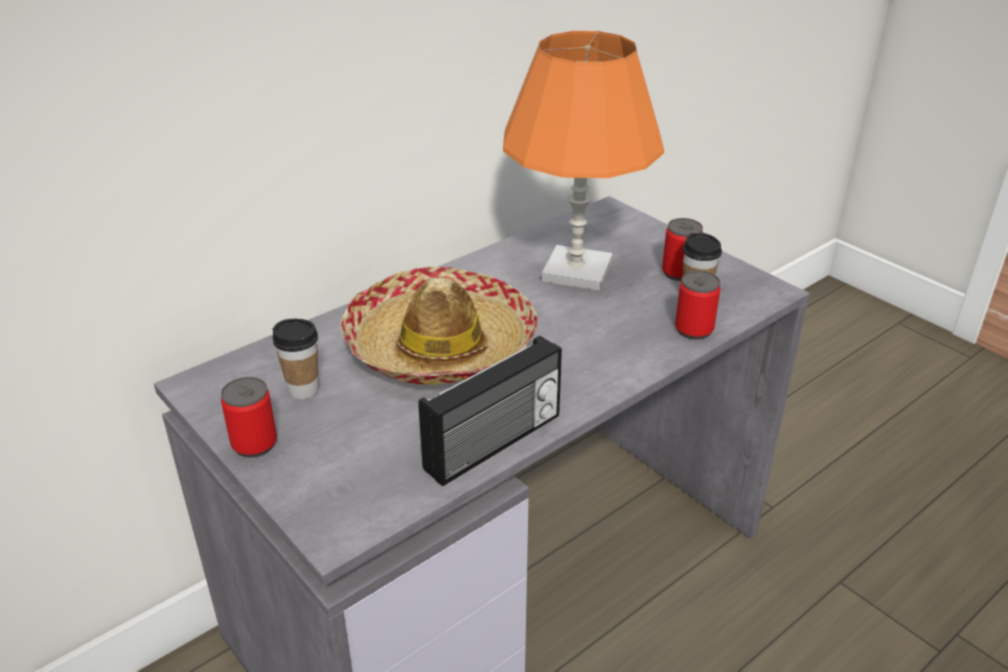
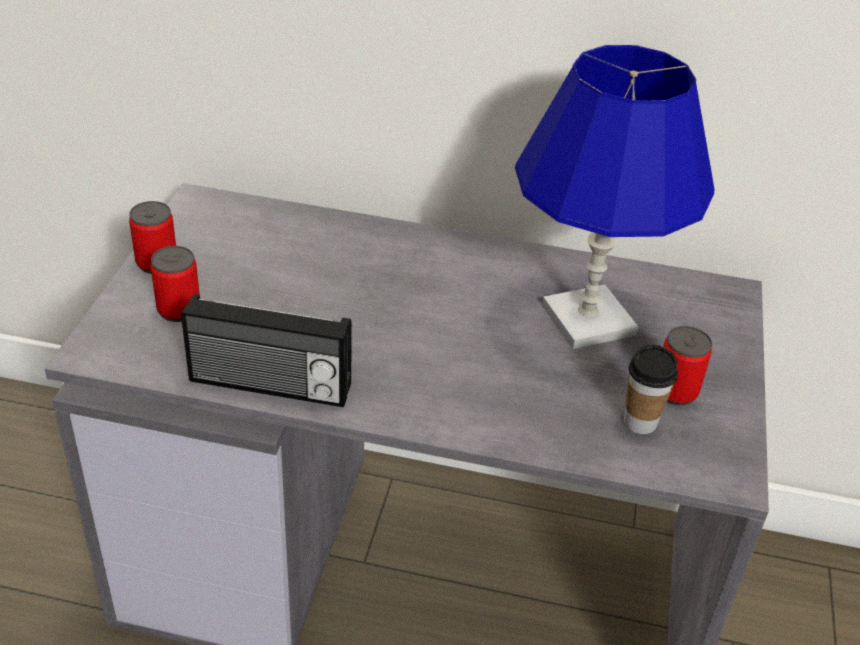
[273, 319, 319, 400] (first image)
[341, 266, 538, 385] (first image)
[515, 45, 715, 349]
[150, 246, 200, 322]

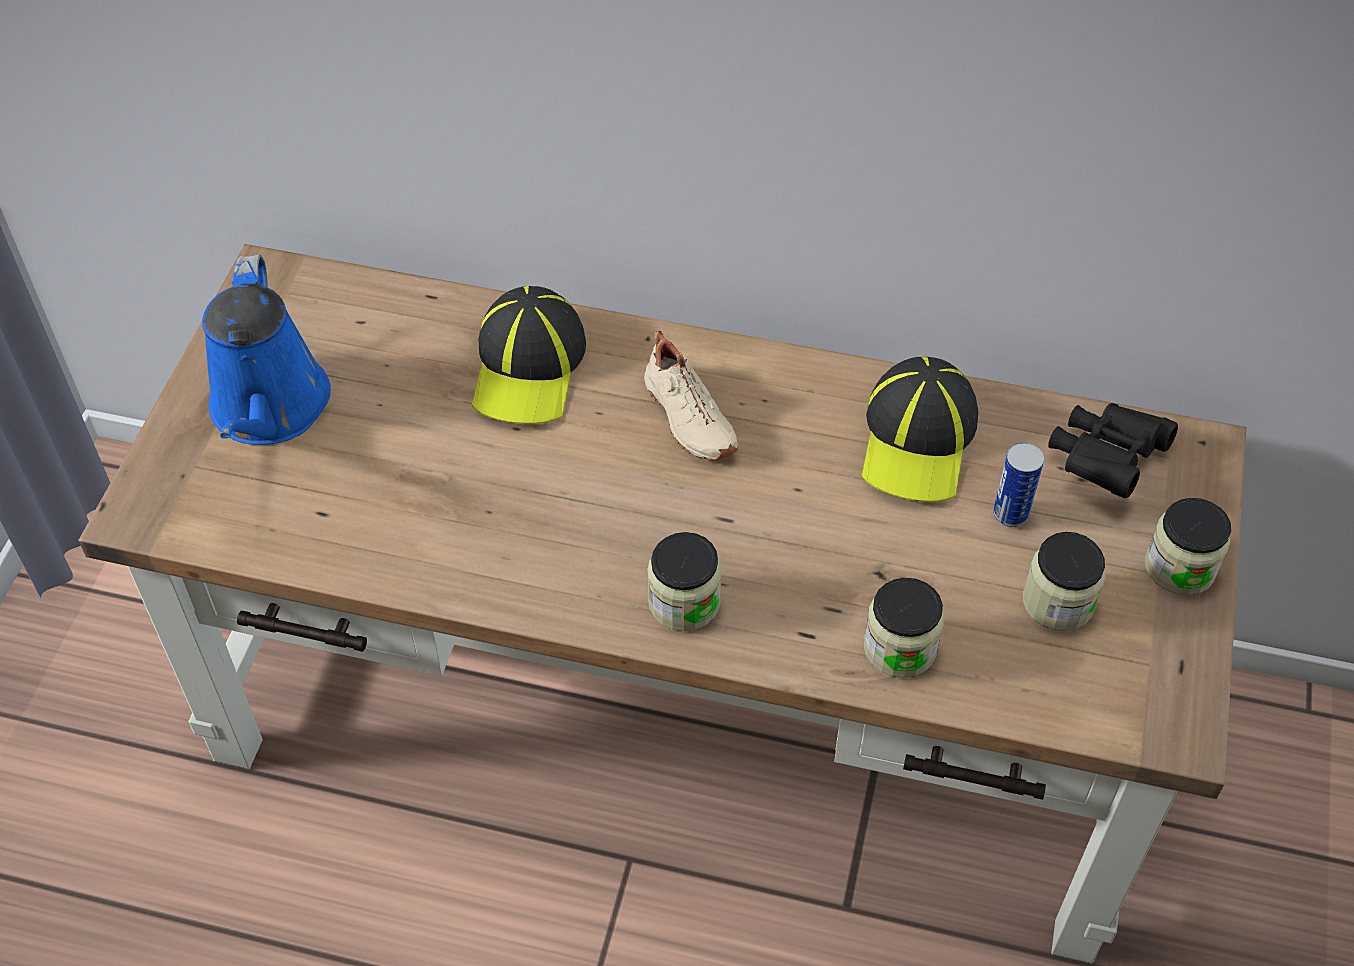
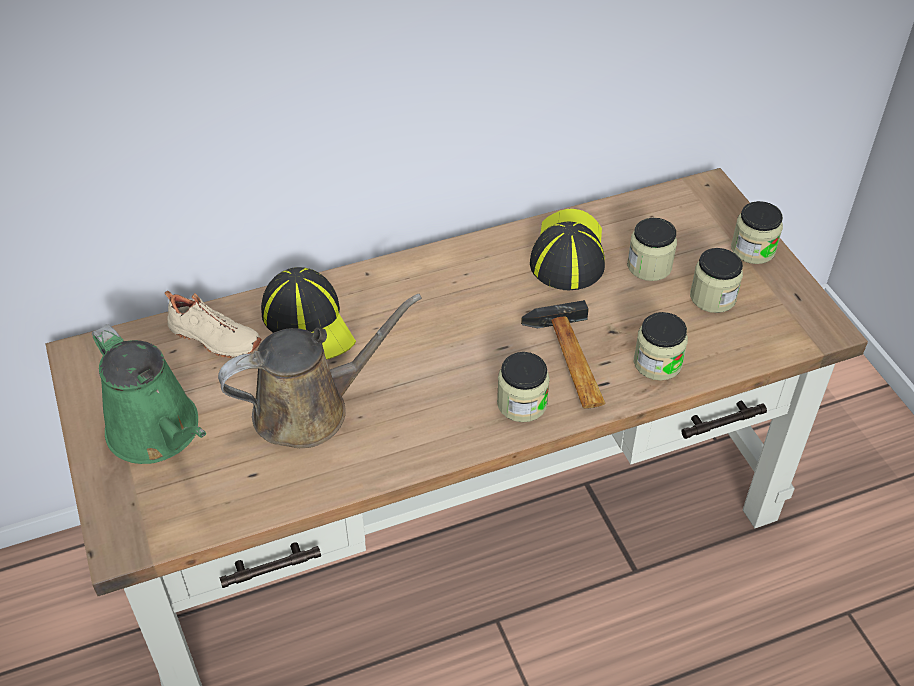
[92, 324, 206, 464]
[165, 291, 262, 358]
[530, 209, 605, 291]
[627, 218, 677, 281]
[1048, 403, 1178, 498] (first image)
[218, 294, 422, 448]
[521, 300, 606, 409]

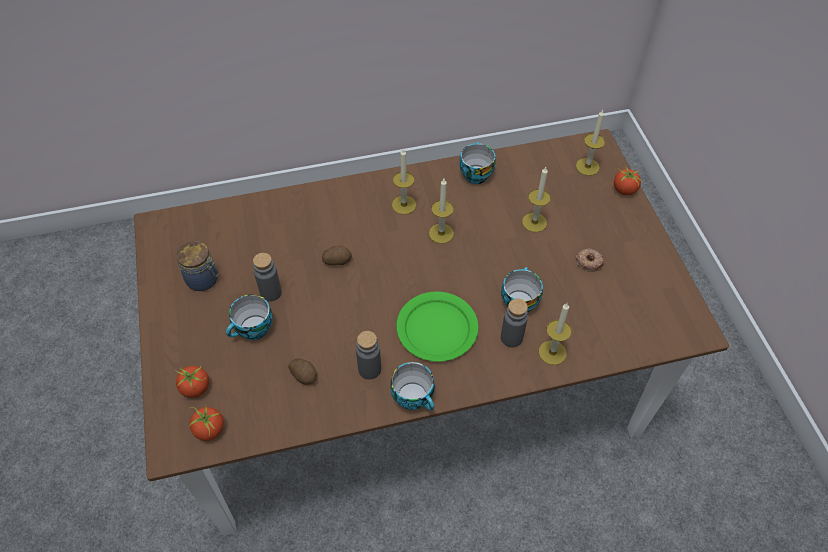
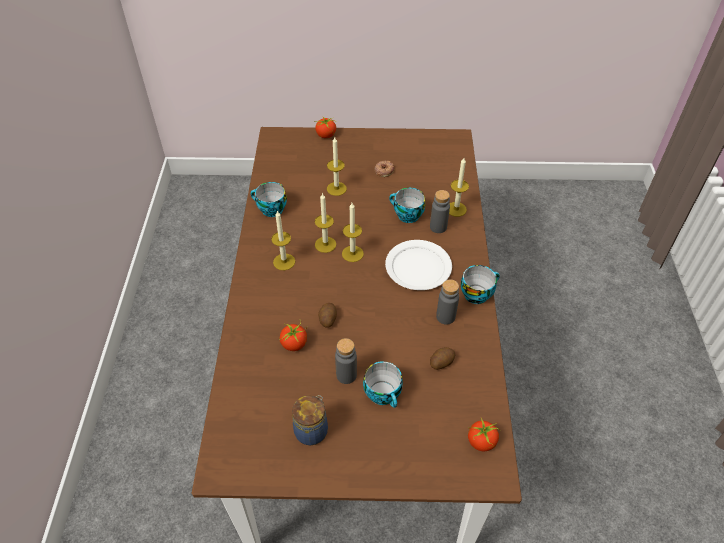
[279, 319, 308, 351]
[385, 240, 452, 290]
[342, 203, 364, 262]

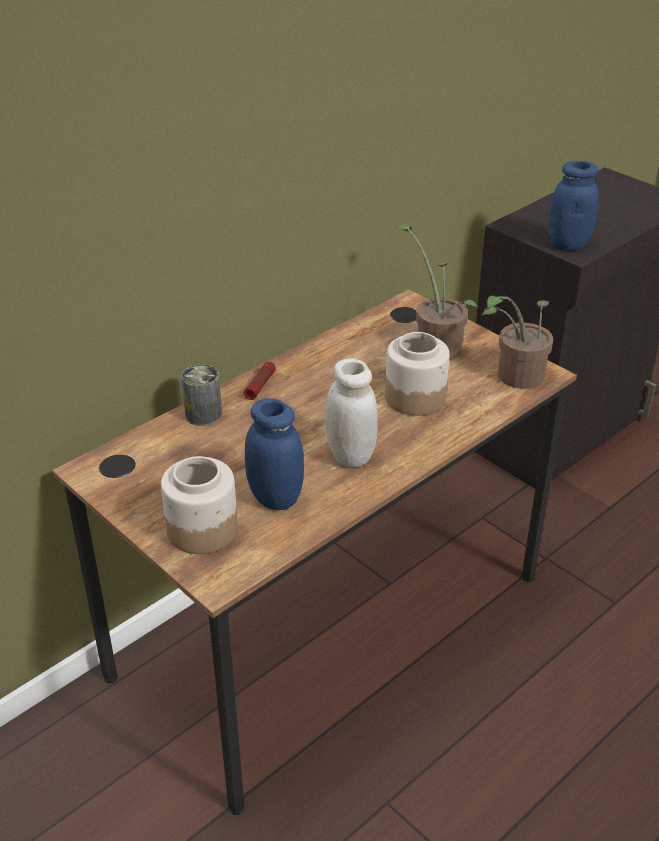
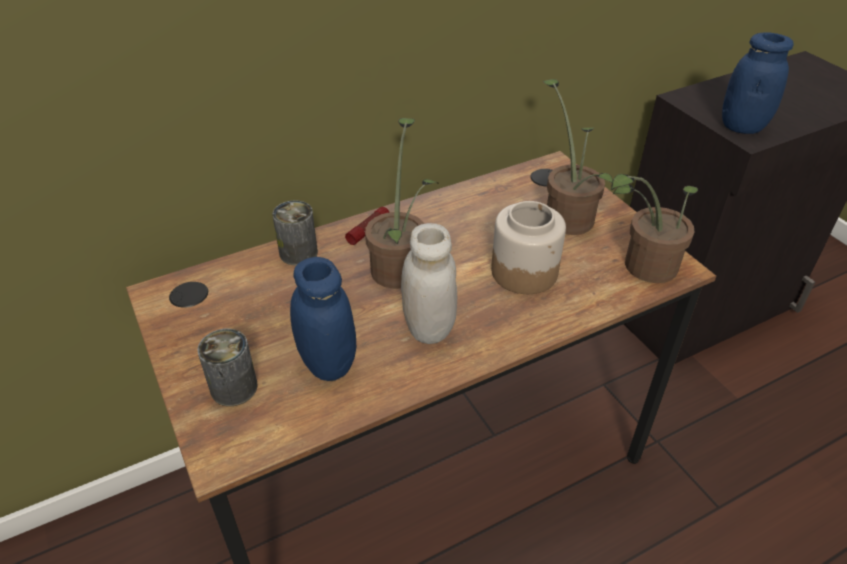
[198, 329, 258, 406]
[365, 118, 438, 289]

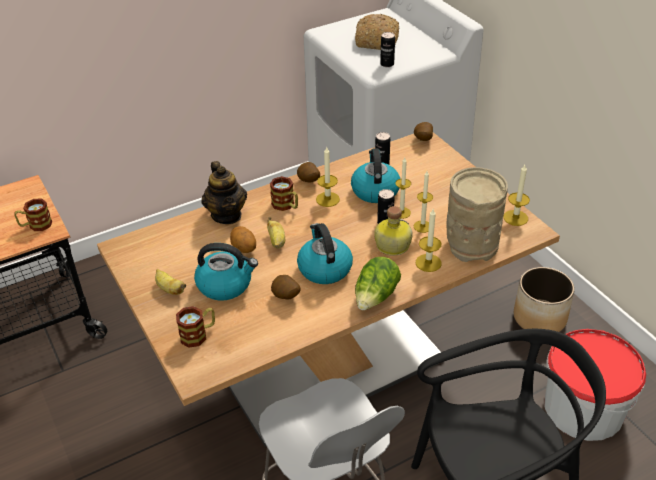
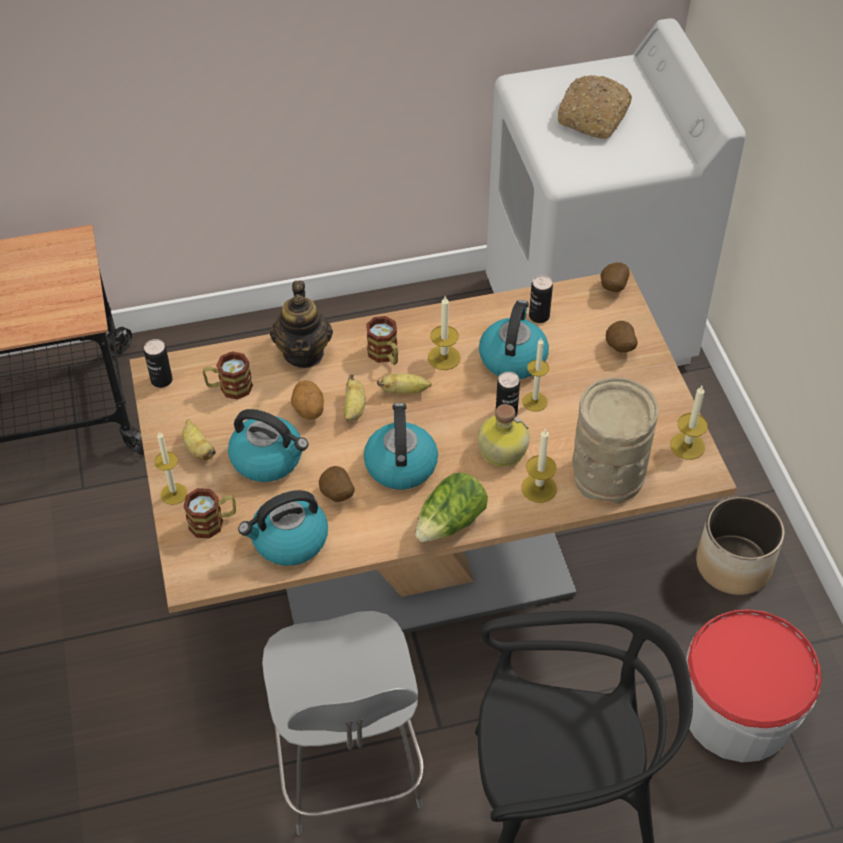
[203, 351, 253, 400]
[606, 321, 638, 352]
[144, 339, 173, 388]
[154, 432, 187, 505]
[238, 490, 328, 566]
[377, 374, 432, 394]

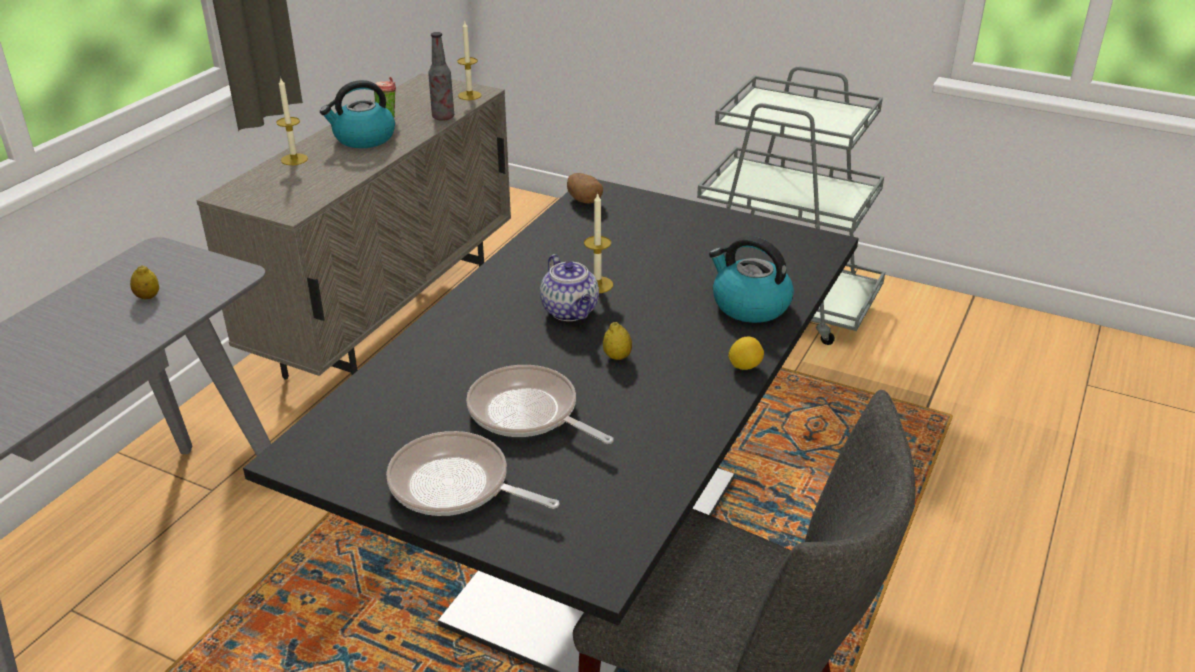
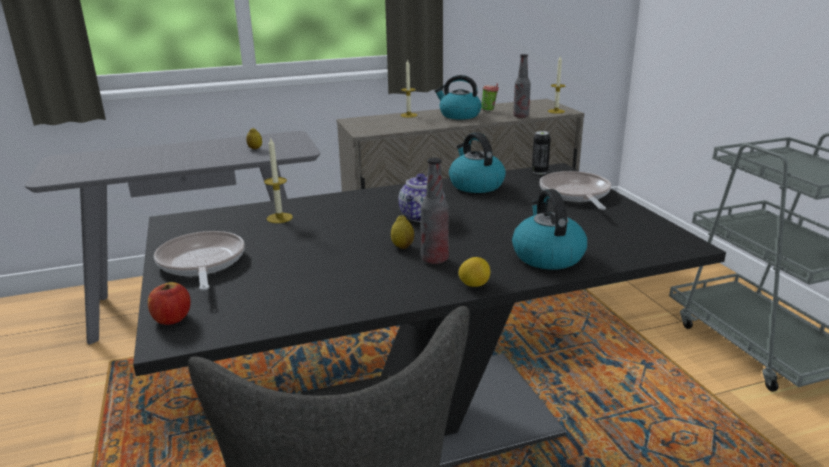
[540, 171, 611, 210]
[532, 131, 551, 175]
[264, 138, 293, 223]
[148, 282, 191, 325]
[421, 158, 449, 264]
[449, 132, 506, 193]

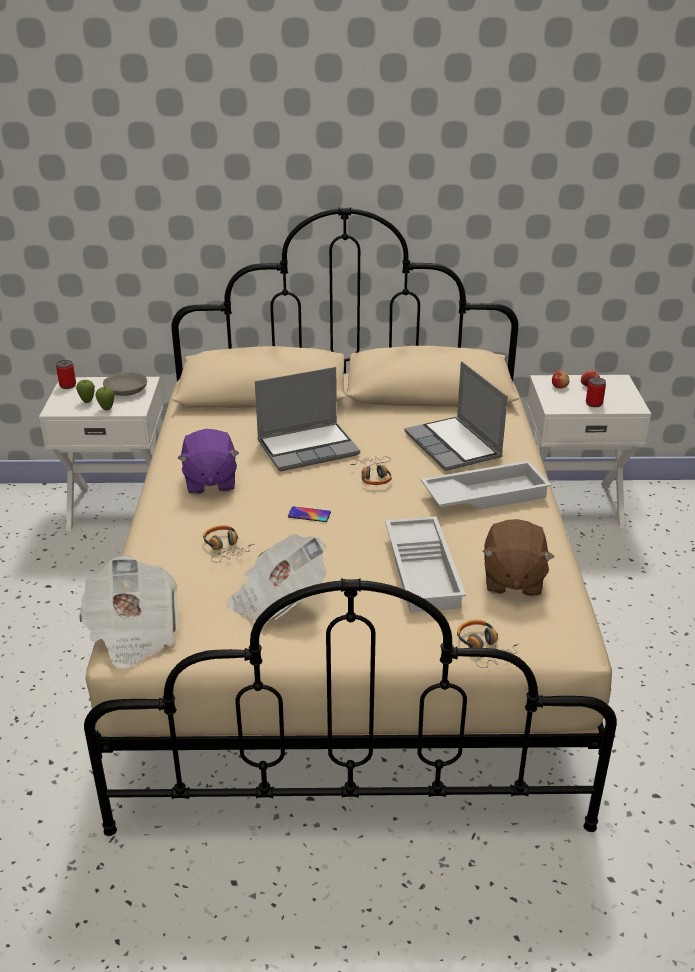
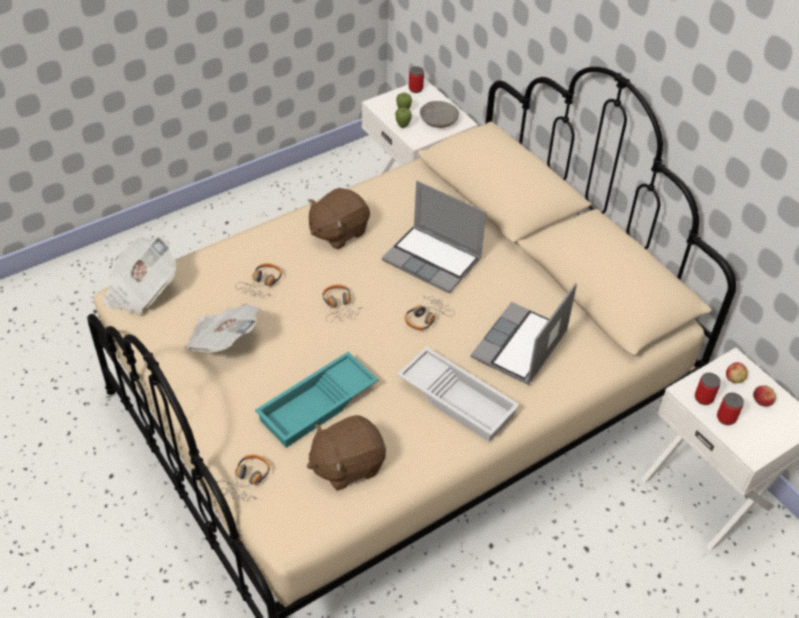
[308, 188, 370, 249]
[322, 284, 364, 322]
[255, 352, 379, 448]
[695, 373, 721, 405]

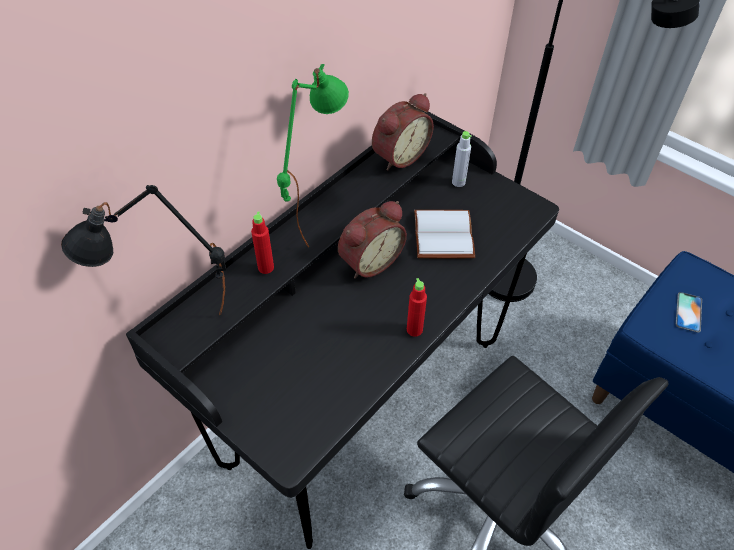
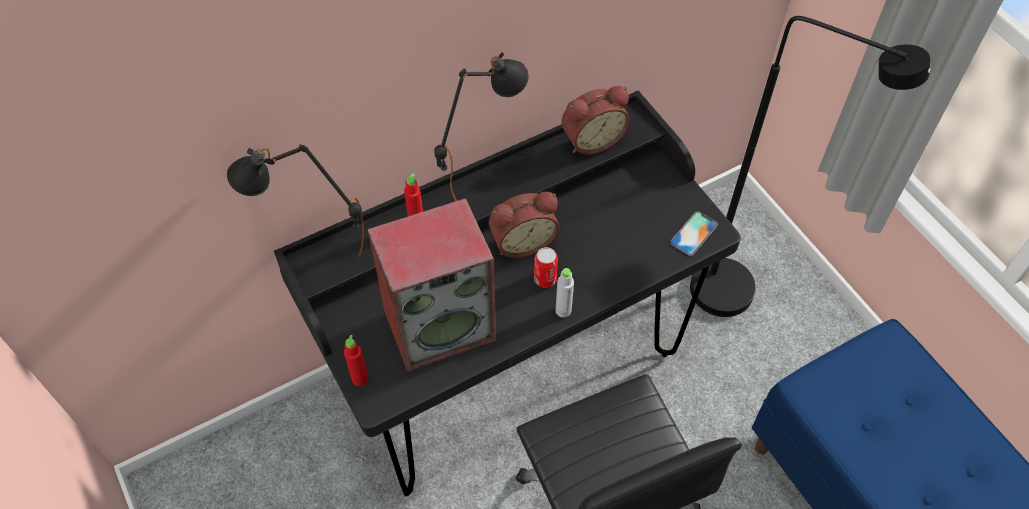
[434, 53, 529, 201]
[344, 335, 368, 386]
[414, 210, 475, 259] (first image)
[556, 268, 574, 318]
[670, 211, 718, 256]
[367, 198, 496, 372]
[534, 247, 558, 288]

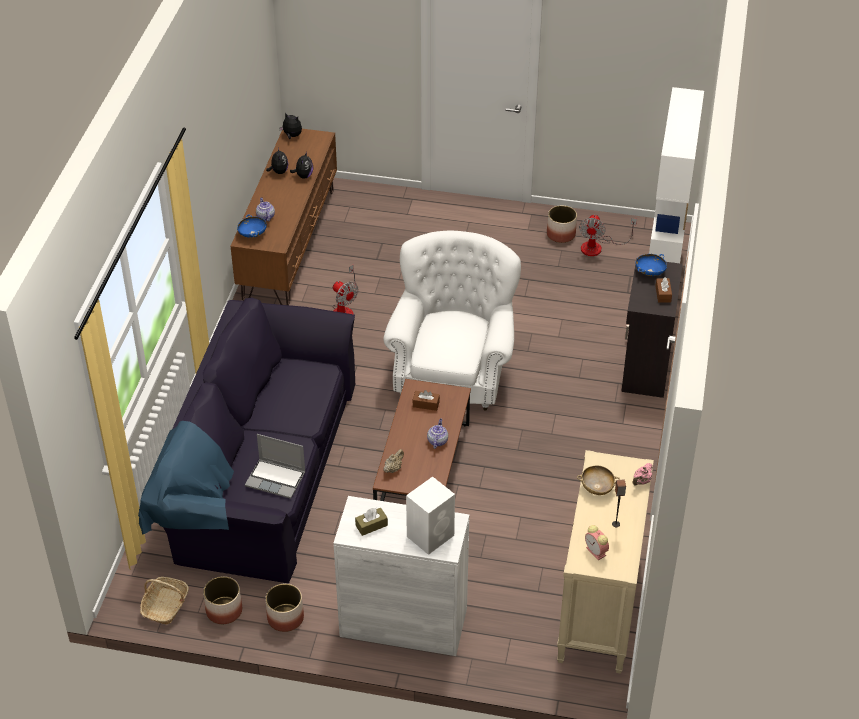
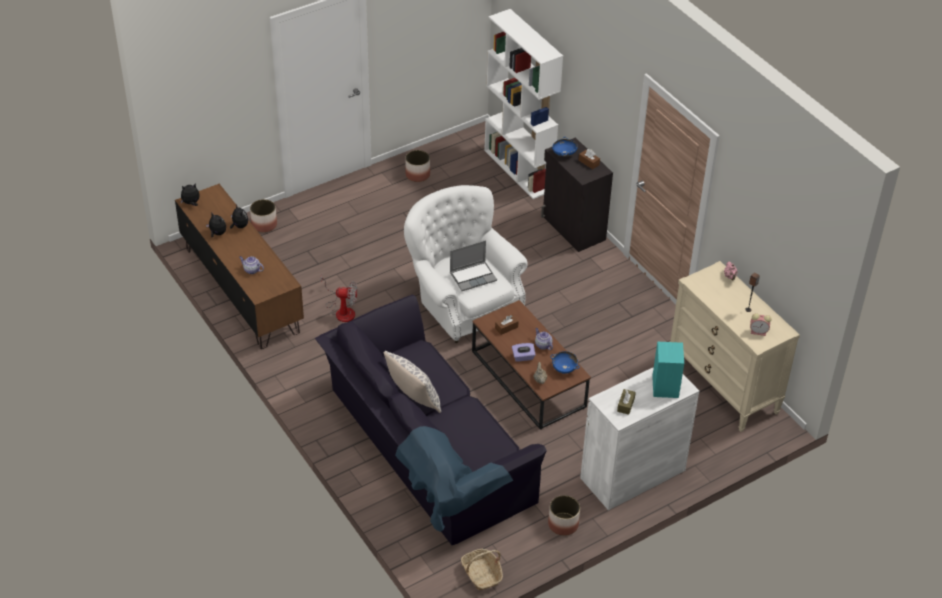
[250, 199, 277, 233]
[550, 351, 580, 374]
[450, 240, 497, 291]
[652, 342, 684, 398]
[577, 465, 620, 495] (first image)
[579, 215, 637, 256] (first image)
[384, 351, 441, 413]
[512, 343, 536, 362]

